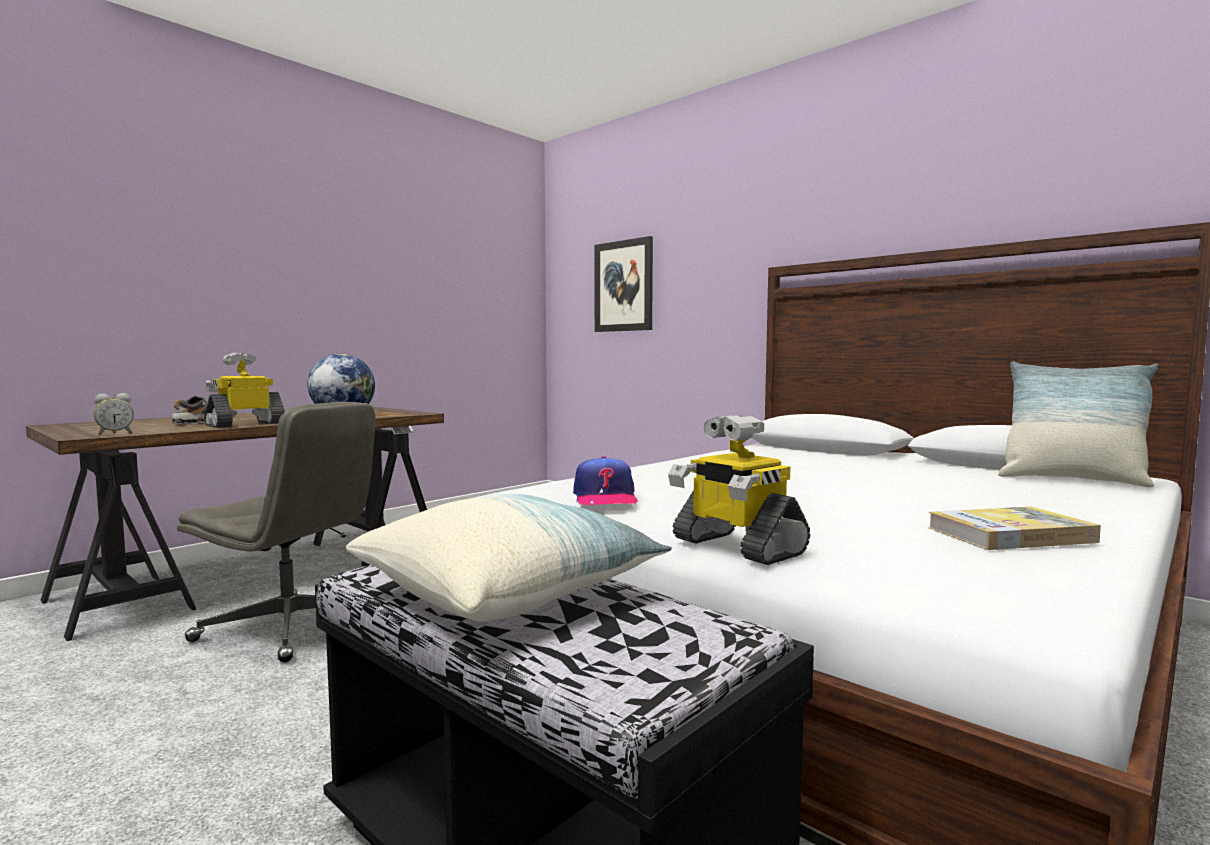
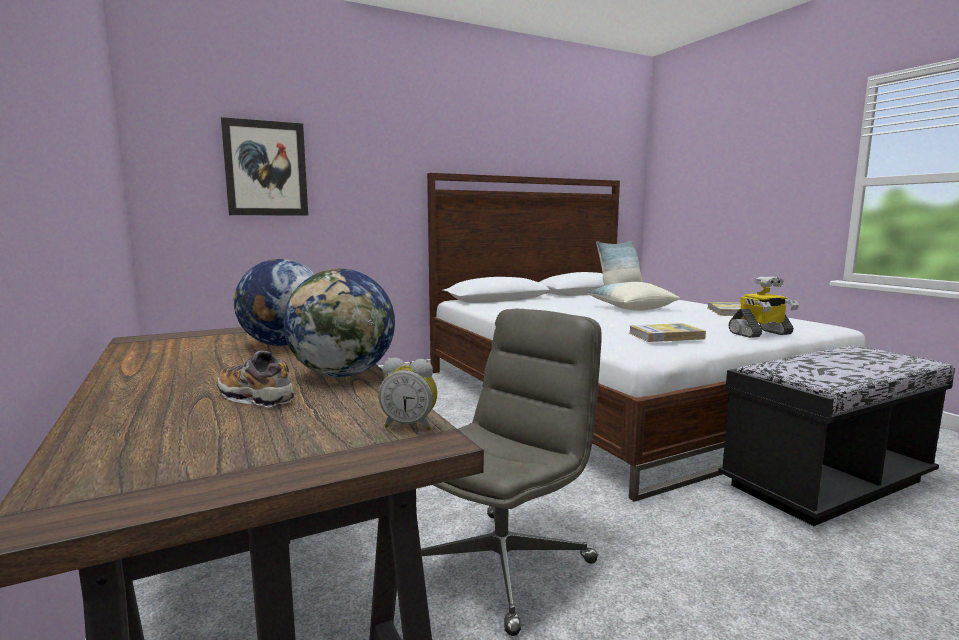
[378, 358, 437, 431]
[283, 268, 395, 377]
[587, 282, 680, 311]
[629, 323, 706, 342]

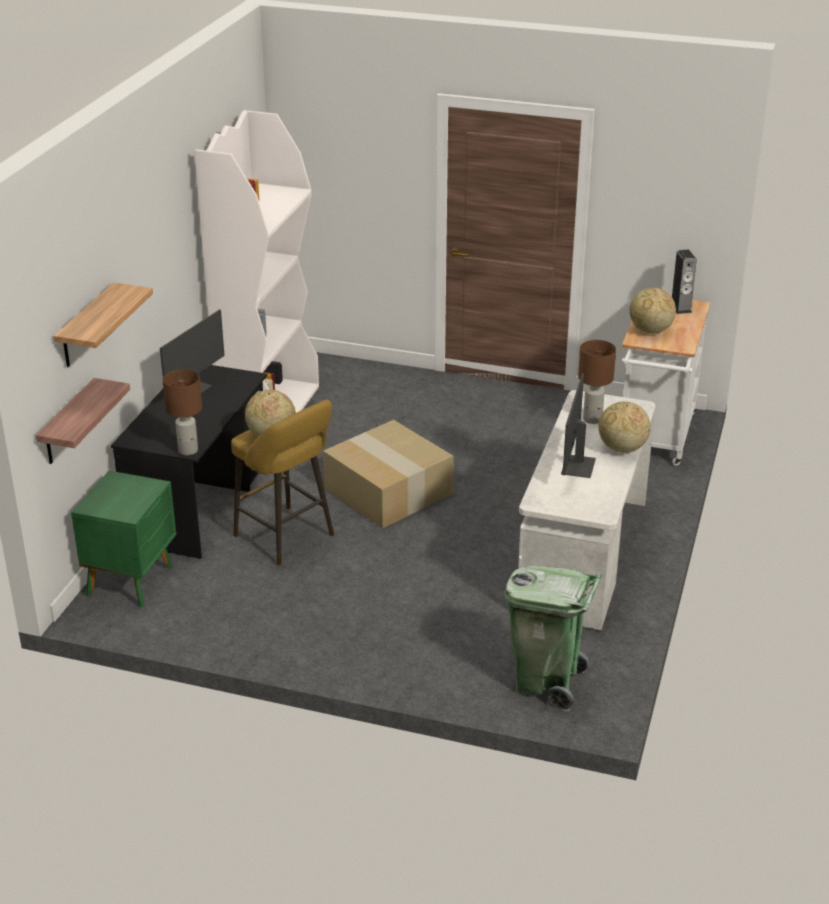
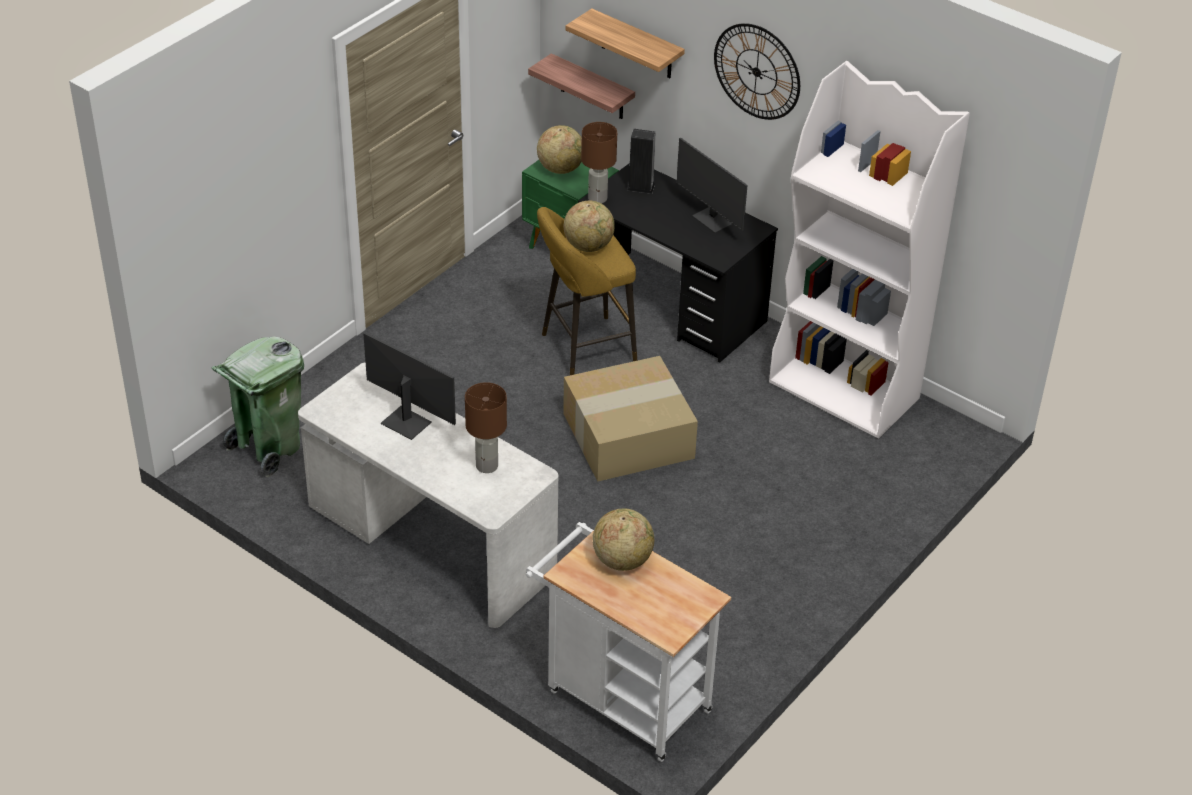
[537, 125, 582, 174]
[627, 129, 656, 194]
[714, 23, 800, 120]

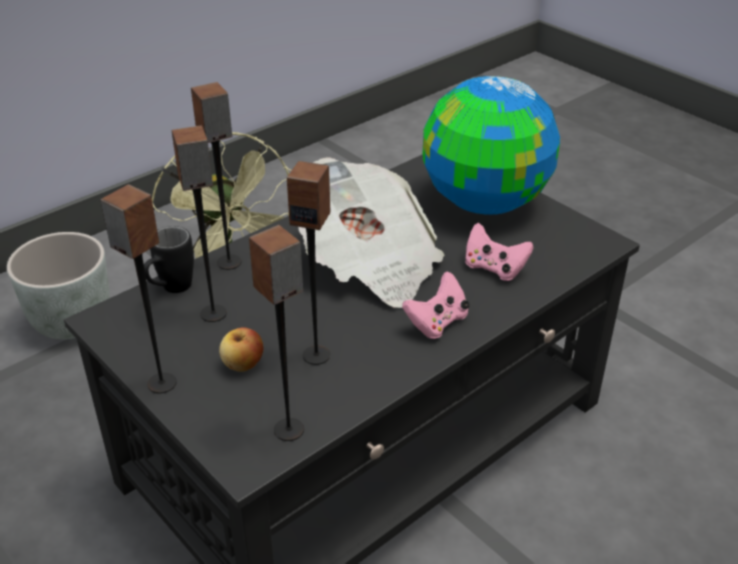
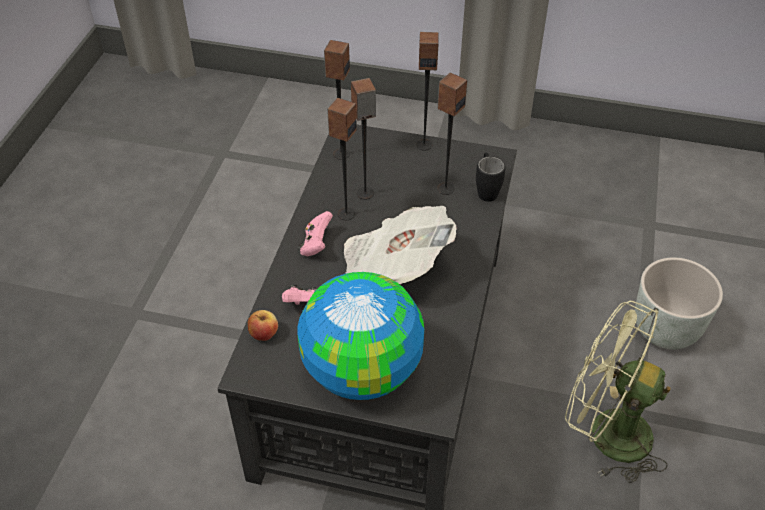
[327, 98, 357, 220]
[248, 310, 278, 341]

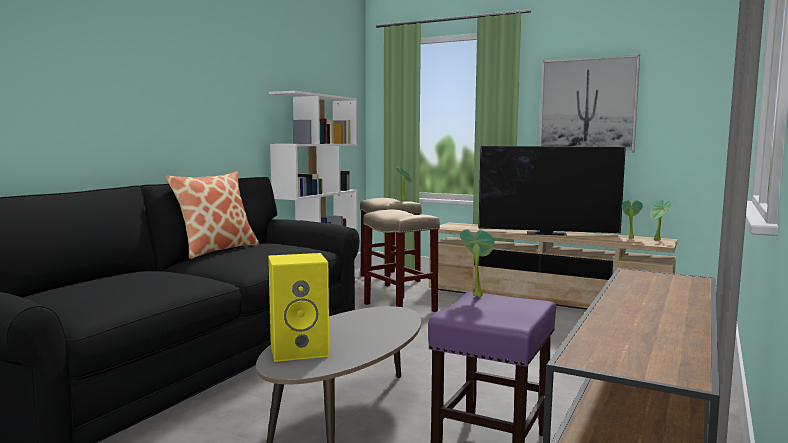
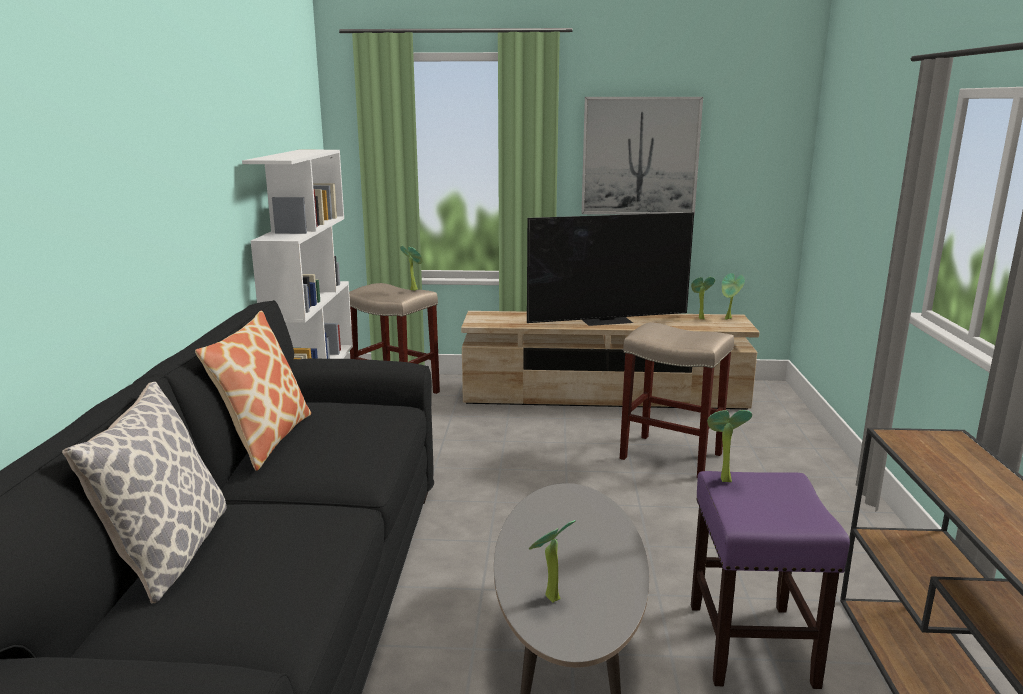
[529, 520, 575, 603]
[620, 322, 734, 477]
[62, 382, 227, 604]

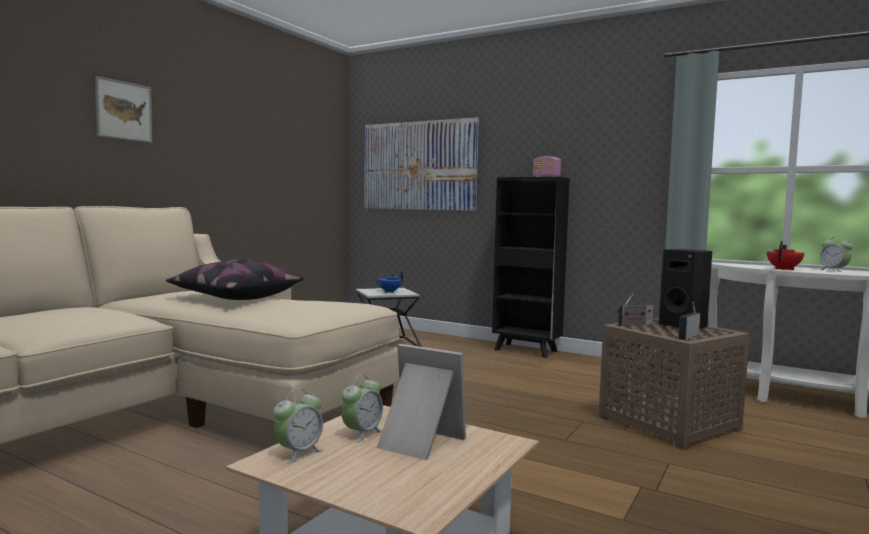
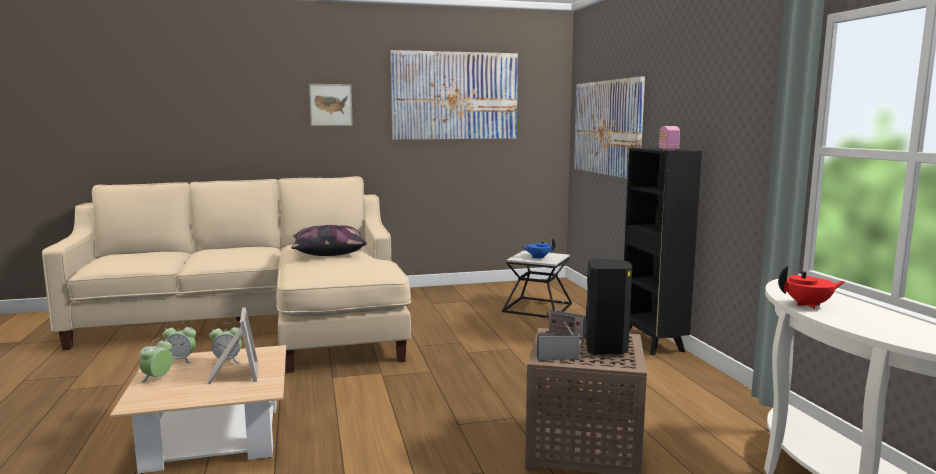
[140, 338, 173, 383]
[390, 50, 518, 140]

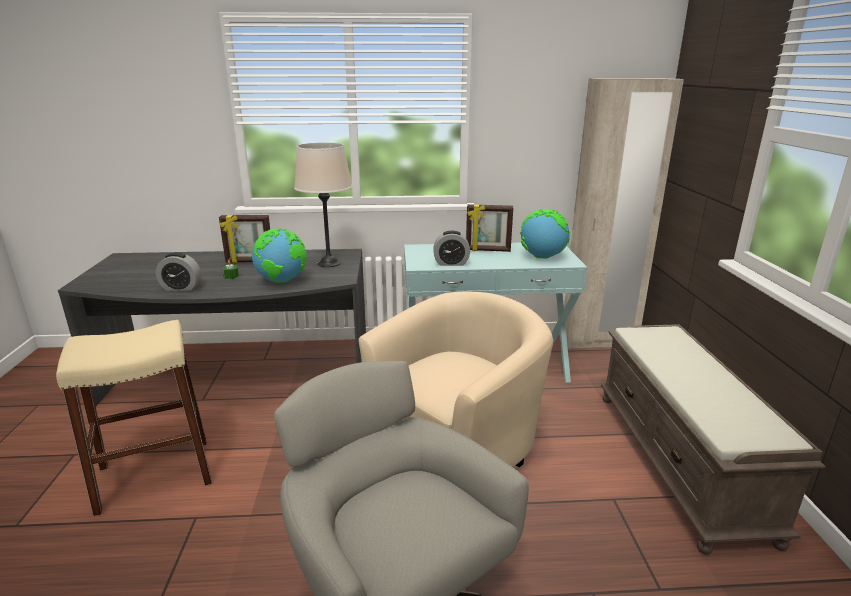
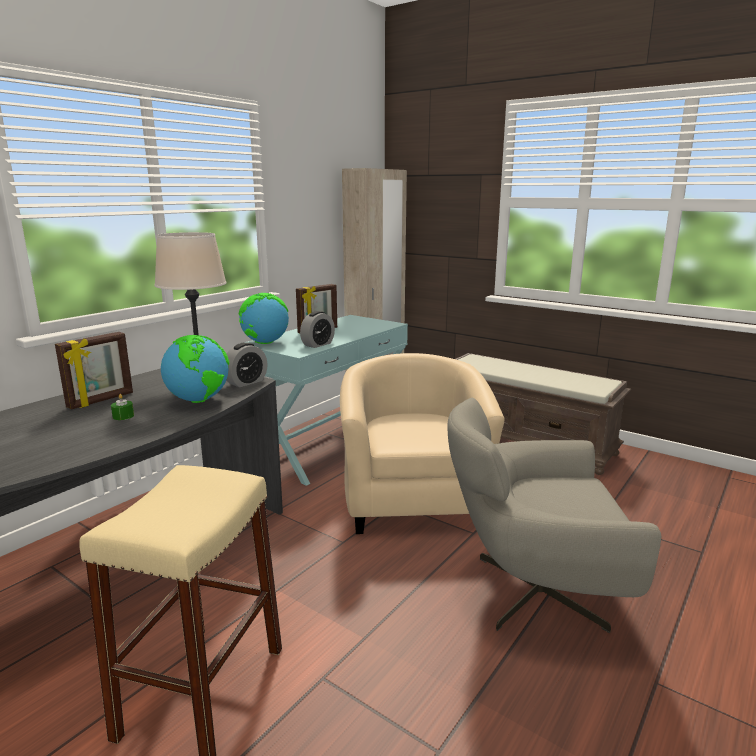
[226, 342, 268, 387]
[239, 293, 289, 344]

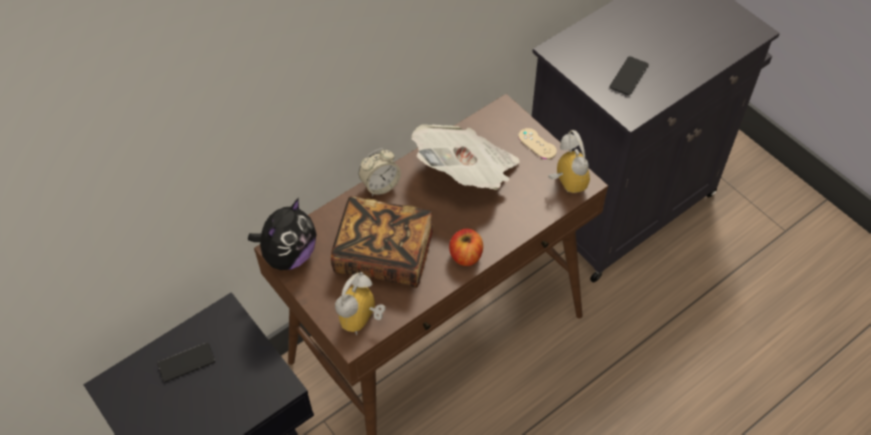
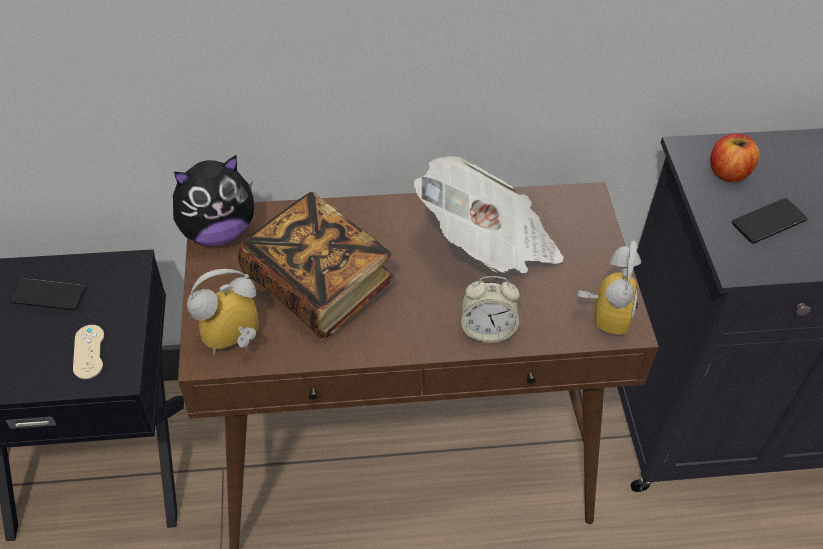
[461, 276, 520, 343]
[710, 134, 759, 182]
[73, 325, 104, 379]

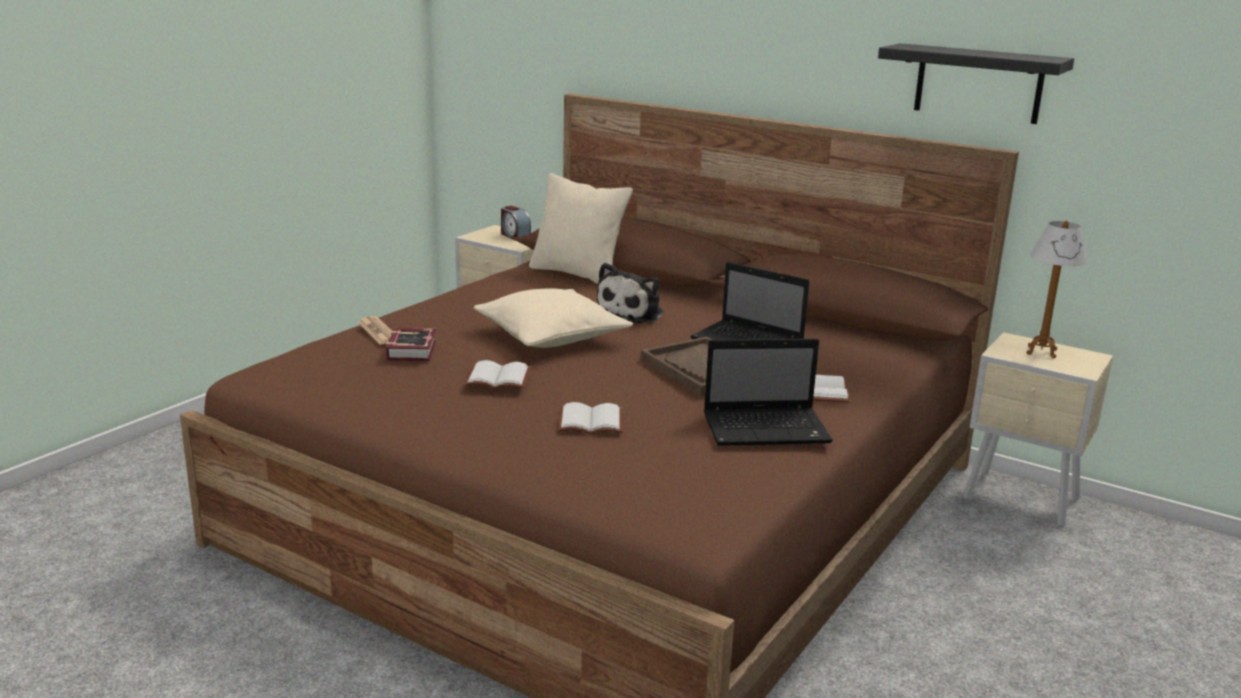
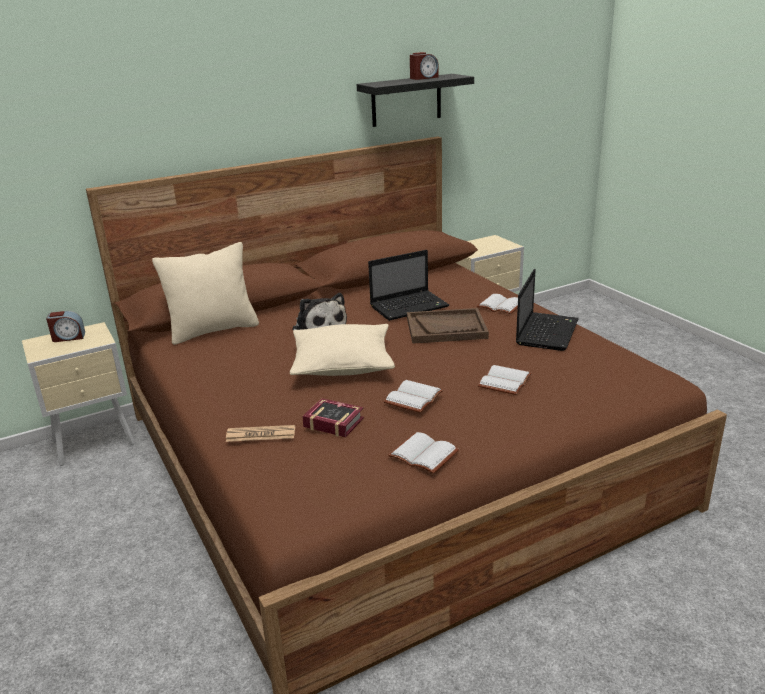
[1027, 221, 1088, 358] (first image)
[388, 432, 459, 474]
[410, 52, 439, 80]

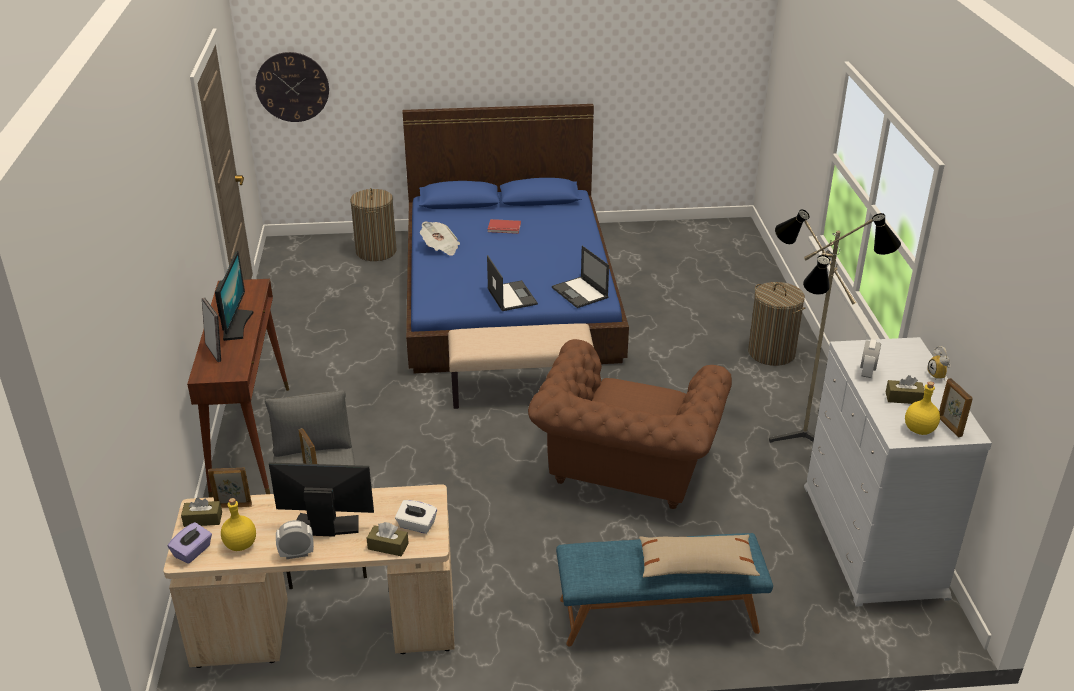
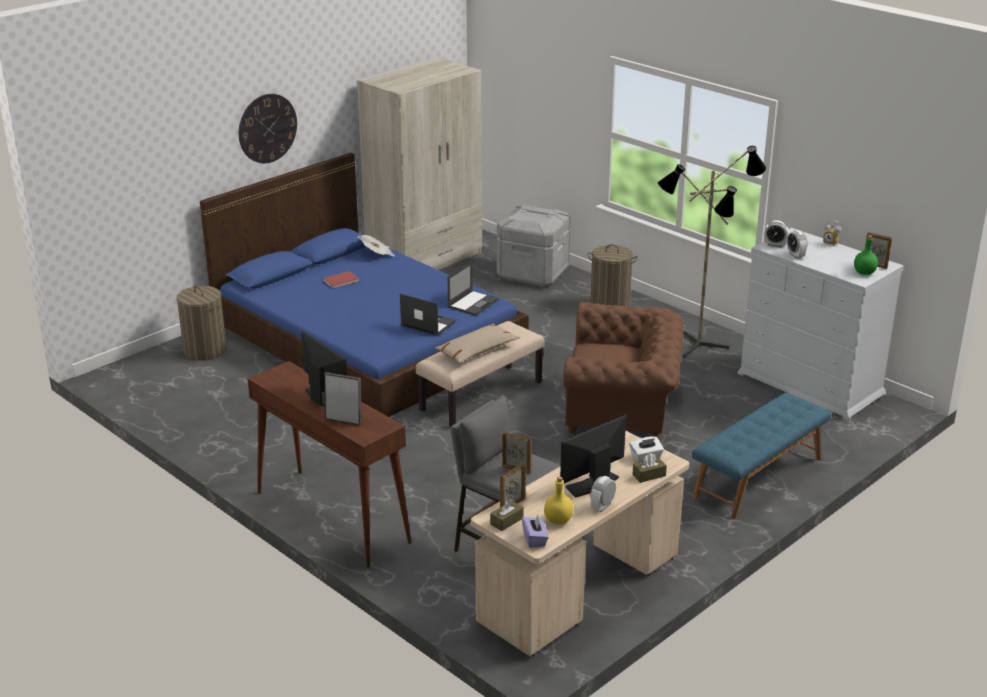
[239, 94, 297, 163]
[357, 235, 395, 256]
[563, 302, 683, 438]
[448, 261, 499, 316]
[435, 324, 520, 363]
[886, 375, 924, 404] (first image)
[854, 235, 878, 275]
[357, 58, 482, 270]
[497, 205, 571, 287]
[764, 220, 789, 248]

